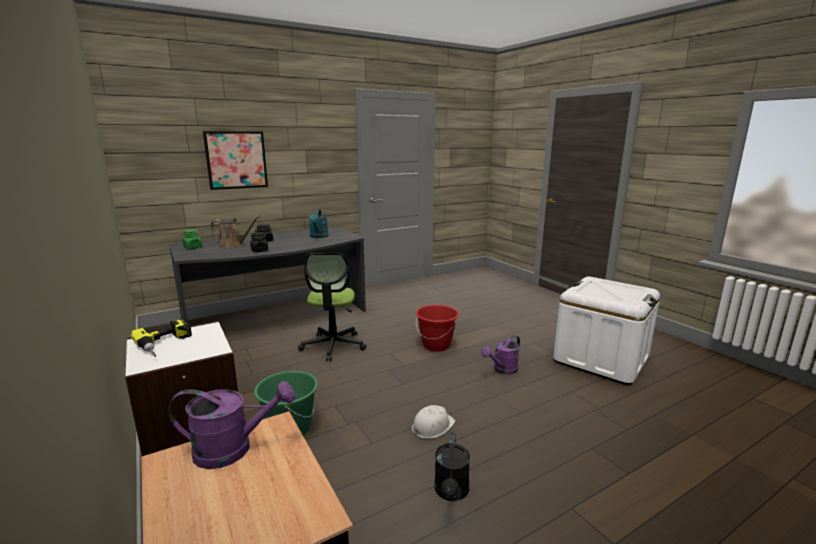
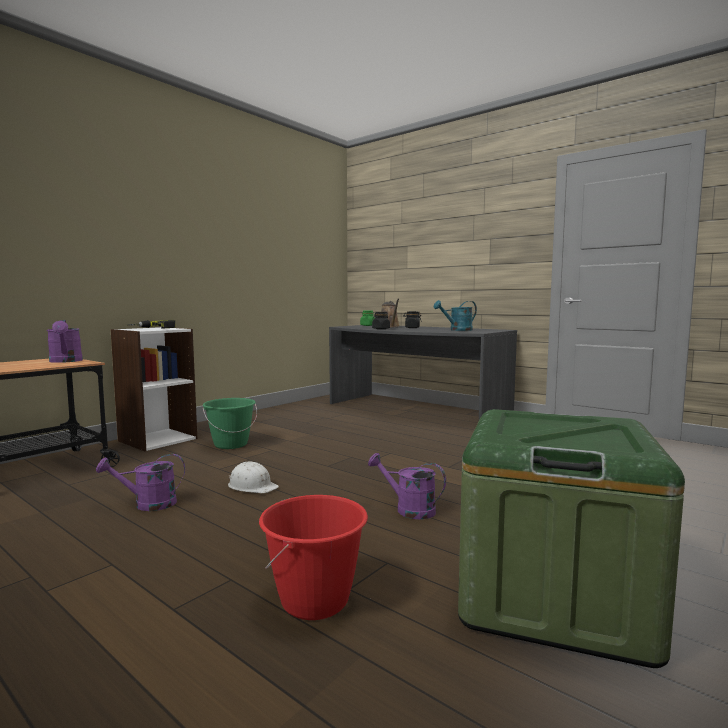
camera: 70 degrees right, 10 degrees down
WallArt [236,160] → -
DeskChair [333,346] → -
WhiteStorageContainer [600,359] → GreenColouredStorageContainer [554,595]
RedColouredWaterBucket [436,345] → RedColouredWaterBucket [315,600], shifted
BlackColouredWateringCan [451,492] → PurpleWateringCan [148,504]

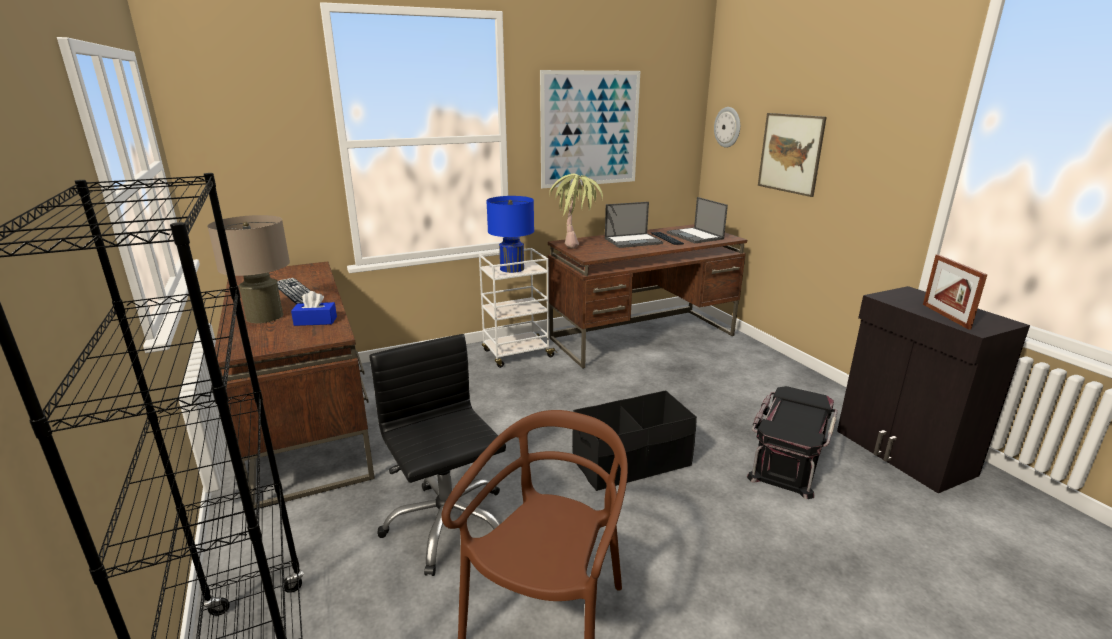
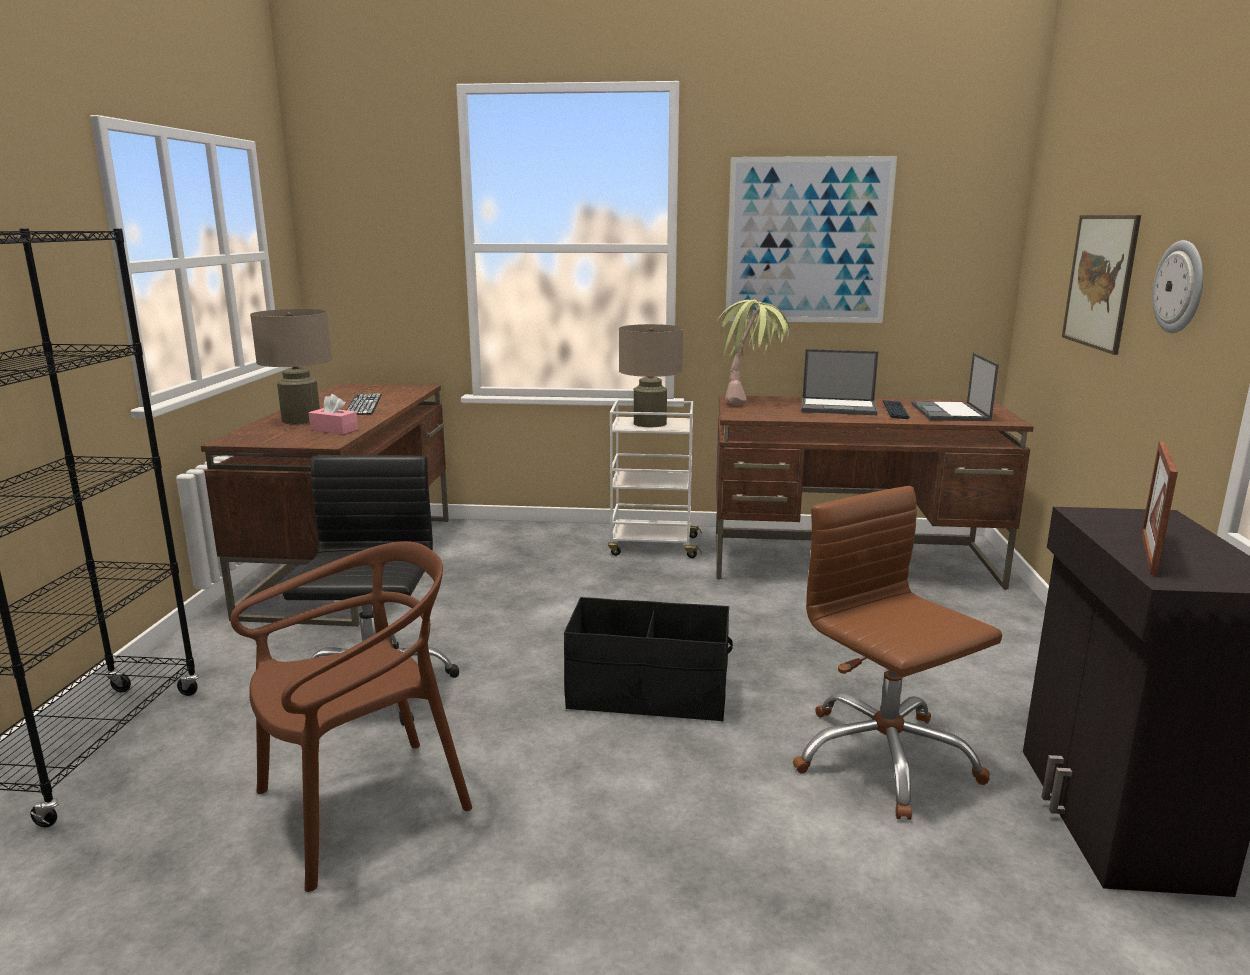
camera: 30 degrees right, 5 degrees down
HangingClock [728,127] → HangingClock [1180,287], shifted
BlueColouredTabletopLamp [512,269] → SandColouredTabletopLamp [650,423]
BlueColouredBoxOfTissues [315,321] → PinkColouredBoxOfTissues [334,430]
BlackColouredStorageContainer [787,458] → BrownDeskChair [883,758]

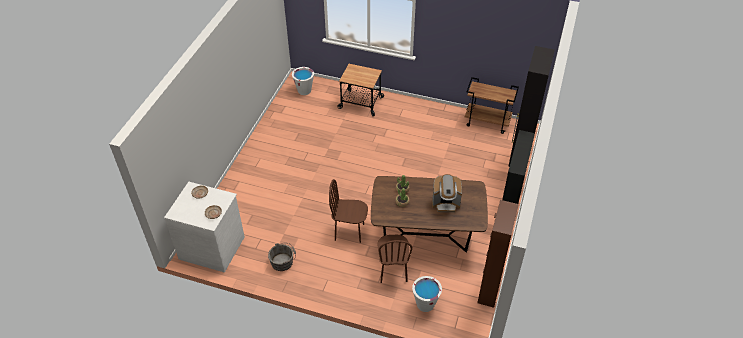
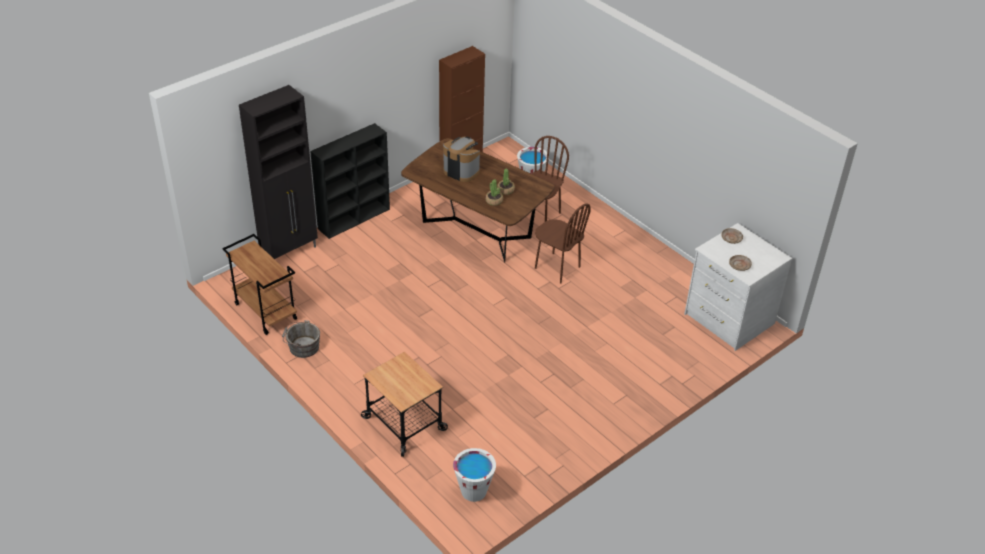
camera: 150 degrees left, 5 degrees down
GreyWaterBucket [283,261] → GreyWaterBucket [302,347], shifted

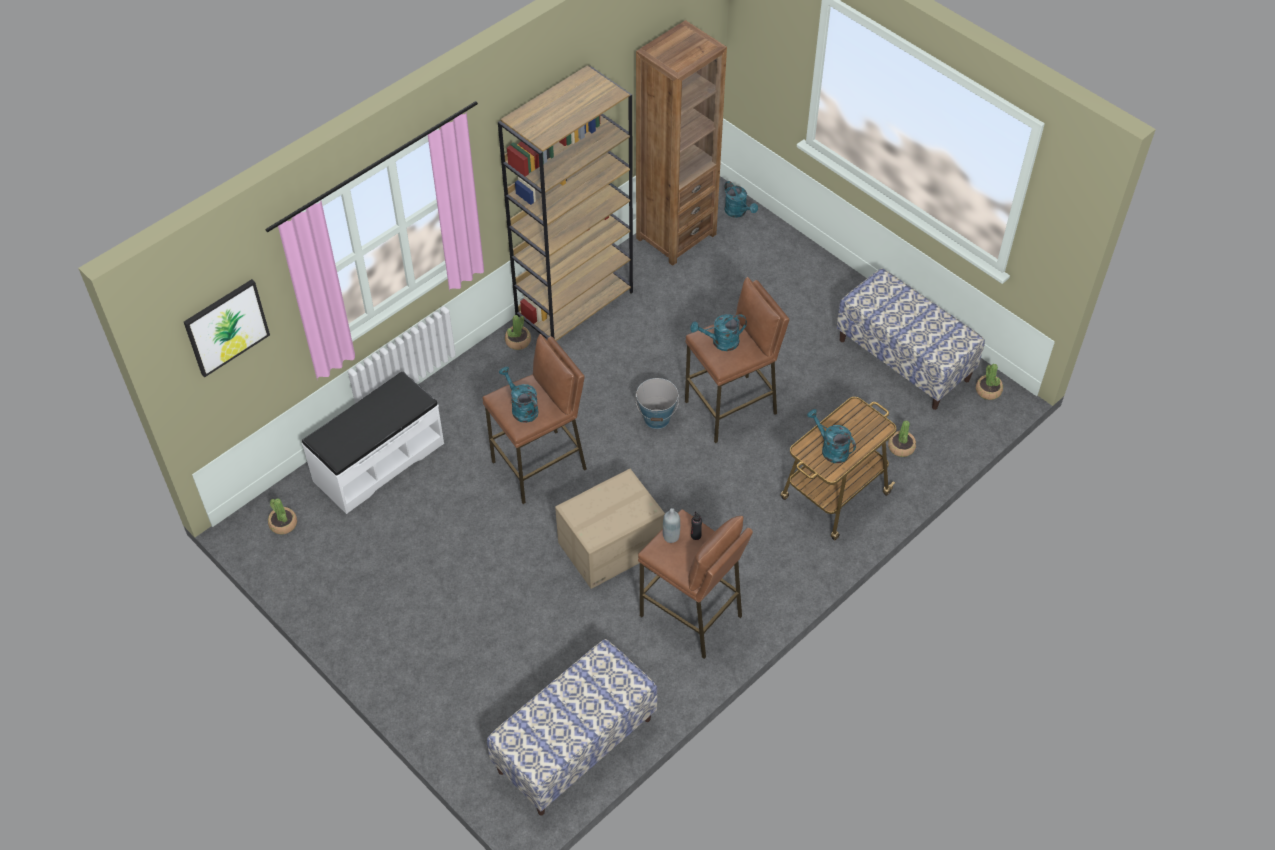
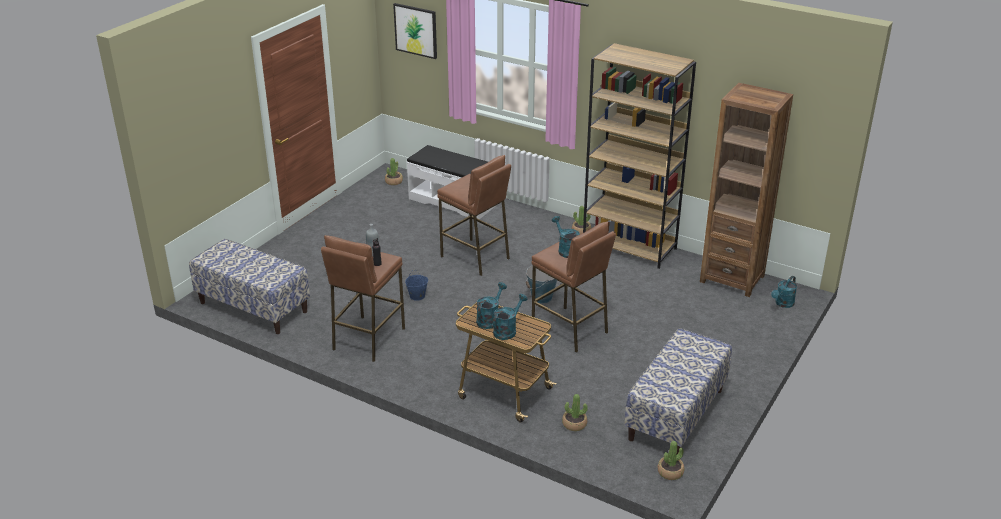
camera: 75 degrees right, 20 degrees down
BlueGreenWateringCan [521,408] → BlueGreenWateringCan [507,330], shifted
CardboardBox [611,547] → BlueColouredWaterBucket [417,296]

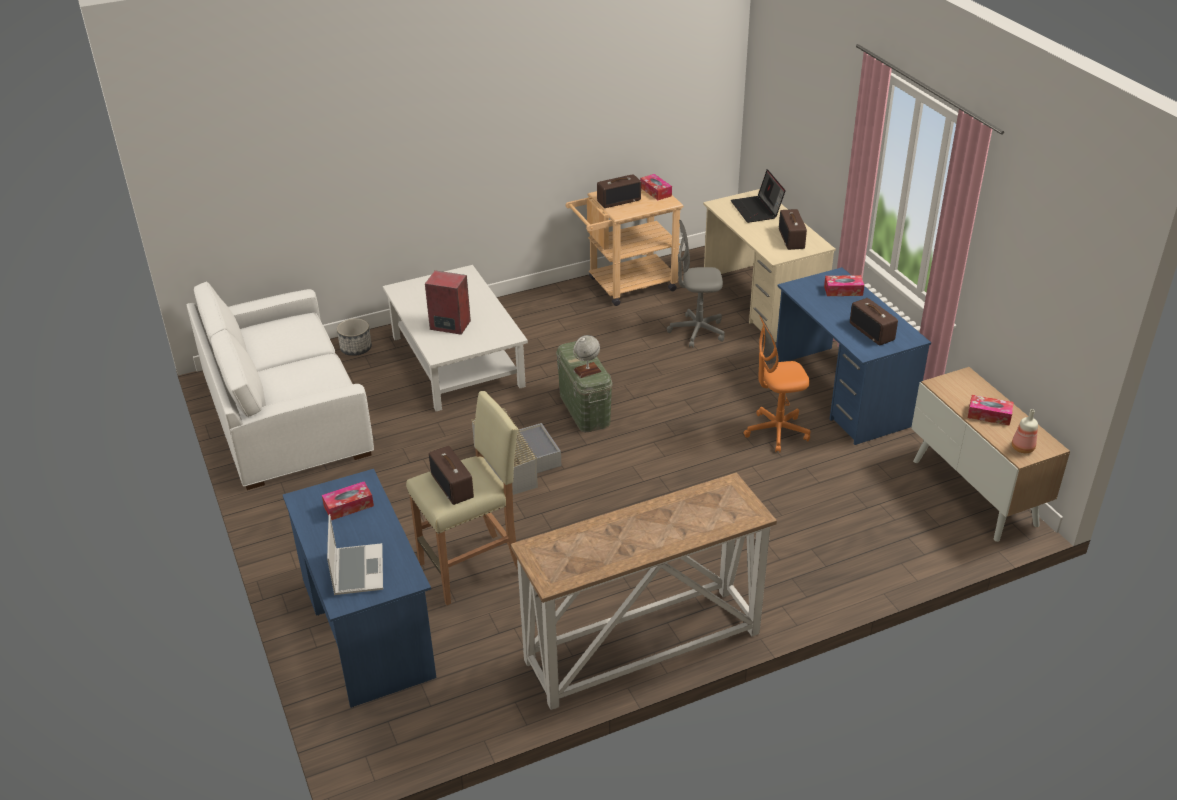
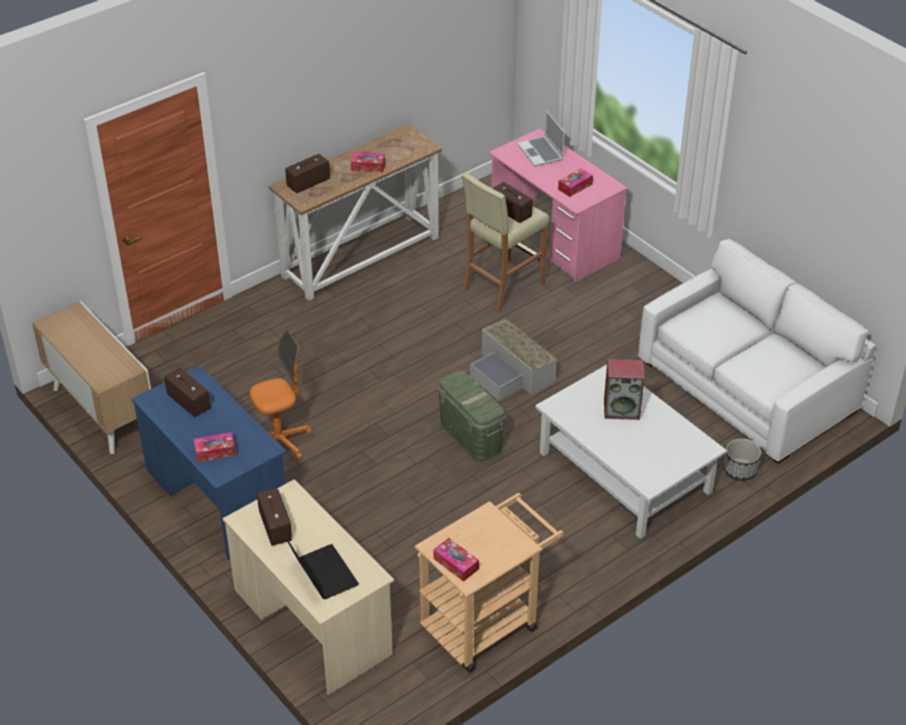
camera: 165 degrees right, 5 degrees up
RadioReceiver [619,200] → RadioReceiver [308,183], shifted
GreyDeskChair [697,331] → -
Globe [587,370] → -
BoxOfTissues [989,415] → BoxOfTissues [368,166], shifted
Bottle [1022,448] → -
BlueColouredDeskUnit [367,627] → PinkColouredDeskUnit [554,239]

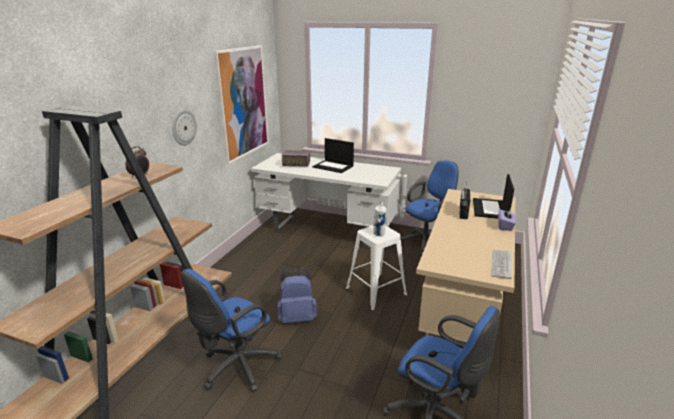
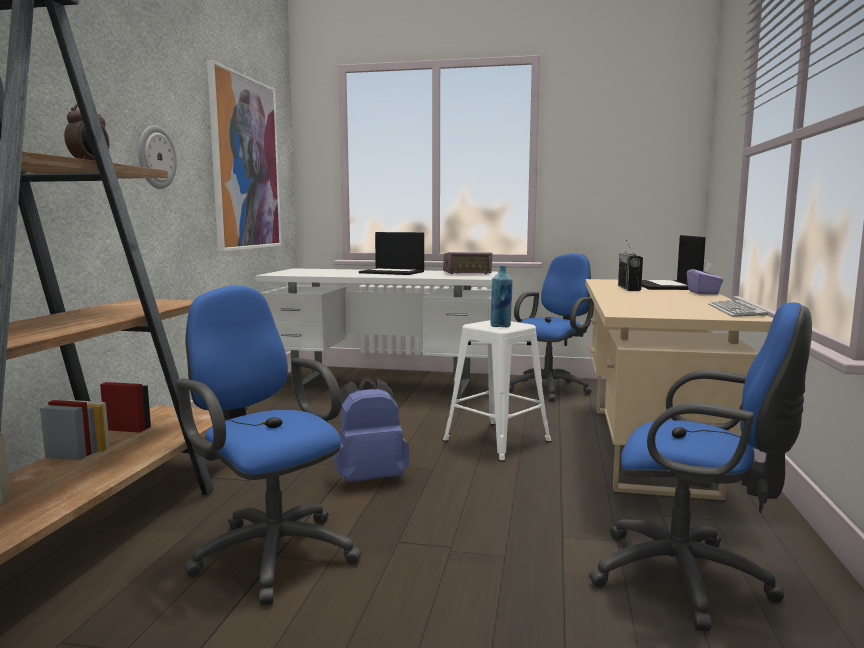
camera: 10 degrees left, 15 degrees down
RadioReceiver [296,164] → RadioReceiver [467,273], shifted
WhiteBottle [379,234] → BlueColouredBottle [501,326]
BlueColouredDeskChair [236,368] → BlueColouredDeskChair [270,551], 105 degrees clockwise

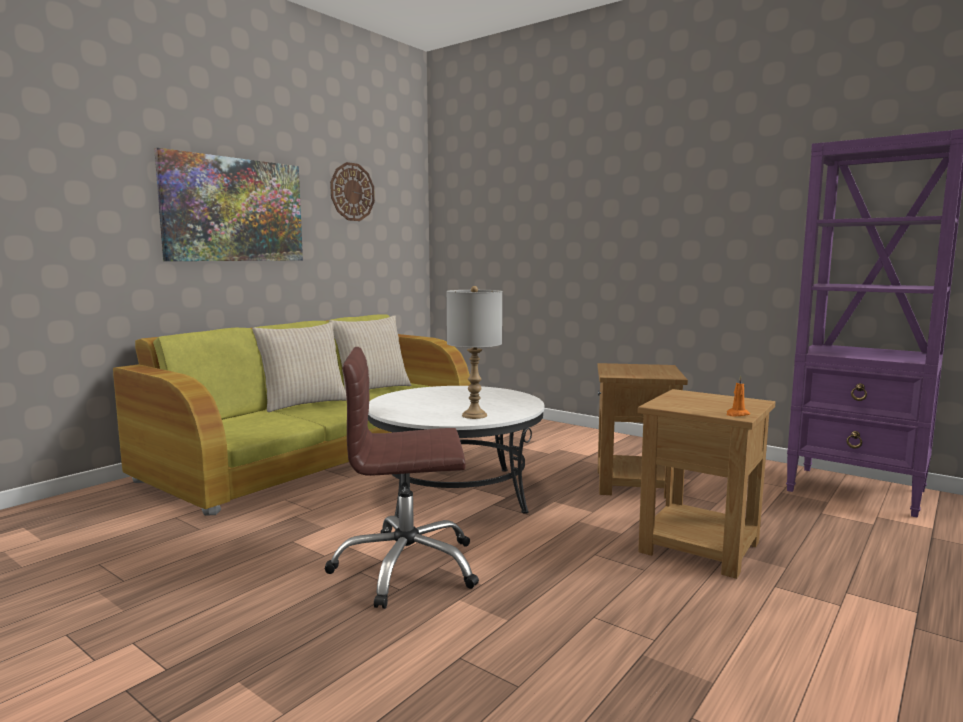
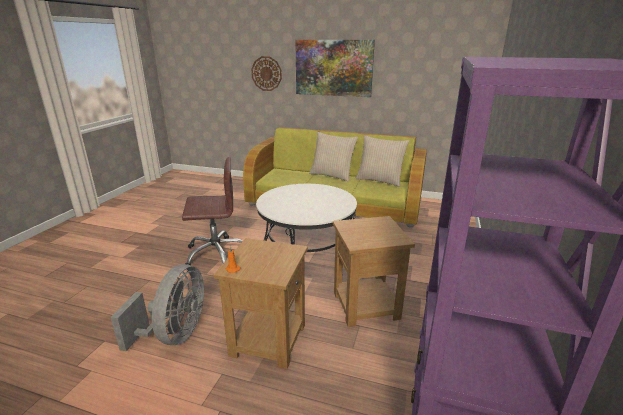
camera: 70 degrees right, 15 degrees up
HangingClock [352,192] → HangingClock [266,73], shifted
GreyTabletopLamp [474,415] → -
BrownDeskChair [406,568] → BrownDeskChair [216,254], 105 degrees clockwise
- → GreyCoolingFan [175,334]

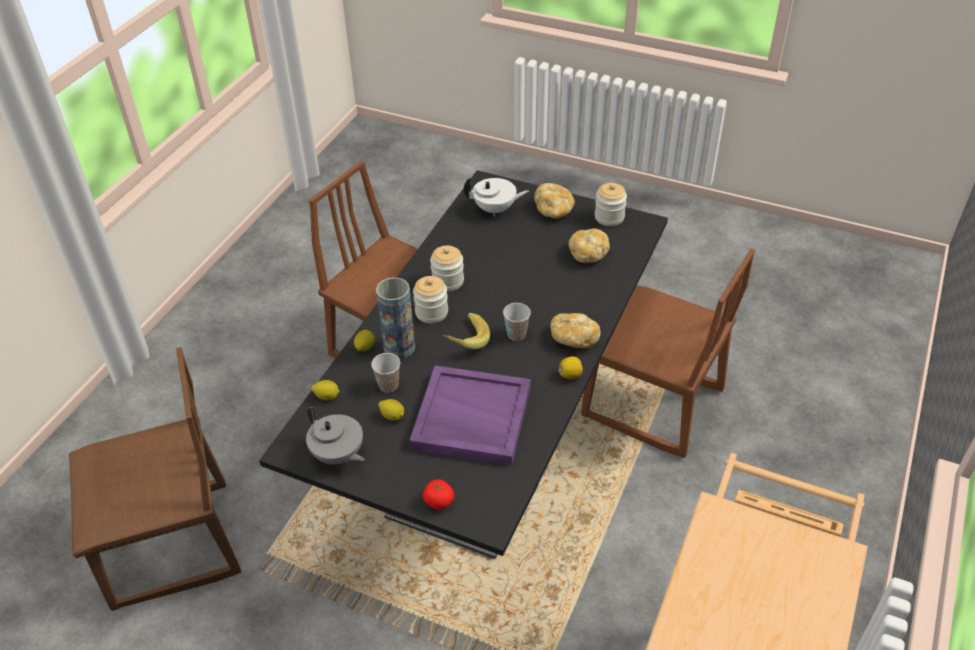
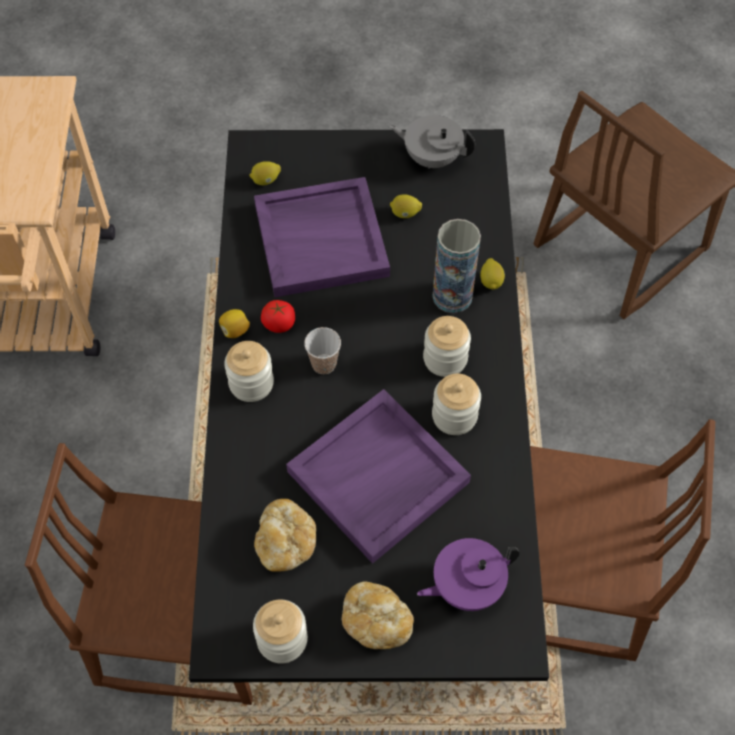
camera: 155 degrees right, 15 degrees up
WhiteTeapot [495,209] → PurpleTeapot [466,586]
WholeBanana [465,340] → -
BakeryBread [573,339] → Jar [251,383]
SmallCup [388,385] → -
WholeLemon [327,396] → WholeLemon [266,180], shifted
FreshTomato [439,502] → FreshTomato [279,324], shifted
- → PurpleTray [378,479]

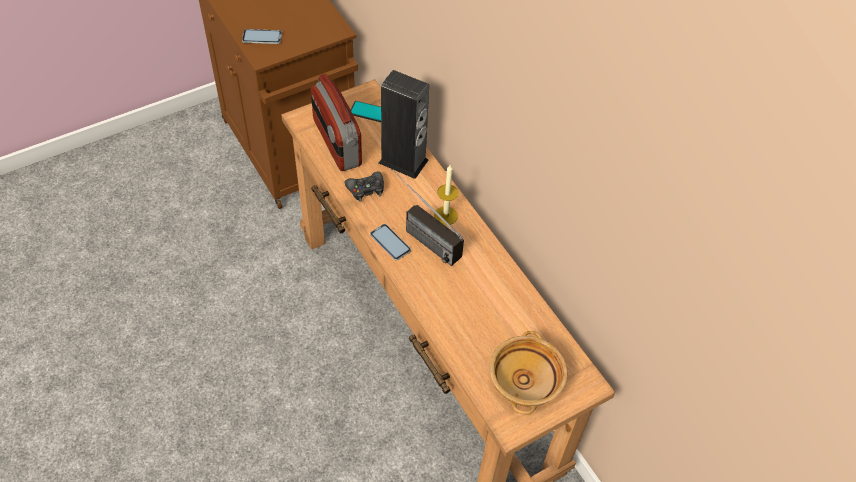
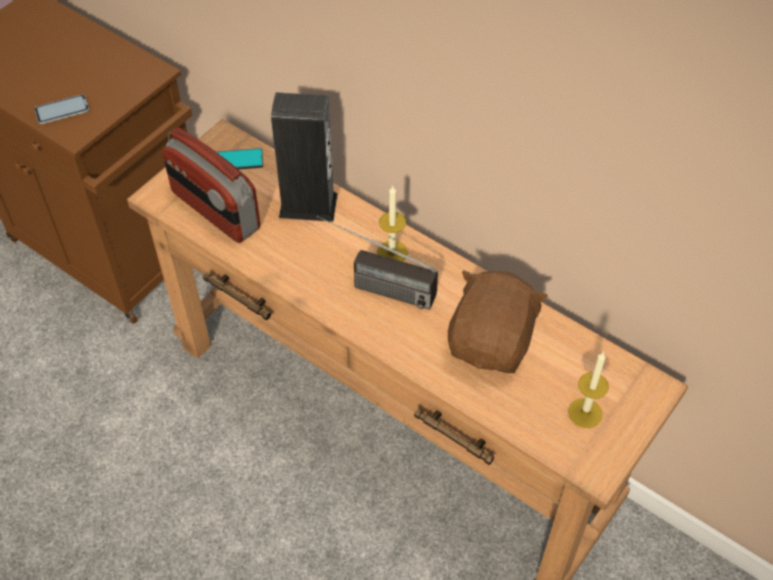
camera: 20 degrees left, 0 degrees up
BlackColouredGamepad [366,189] → -
Handset [390,243] → -
SandColouredServingBowl [525,382] → WaxLight [585,413]
- → BrownCuddlyToy [492,342]

